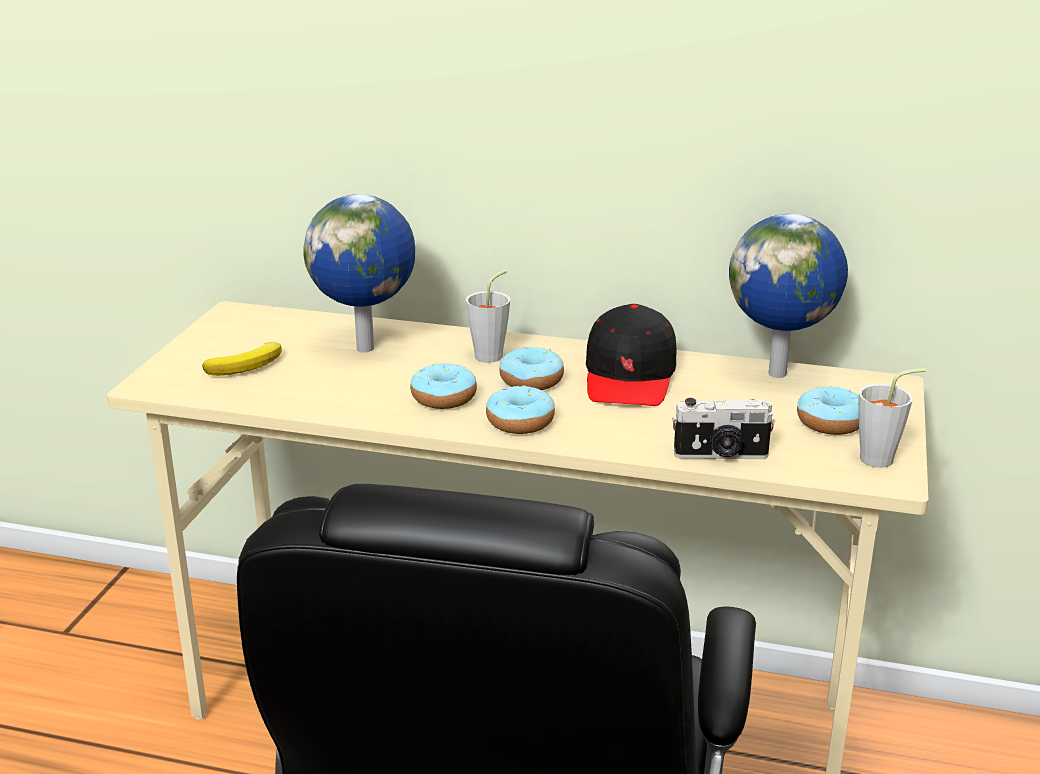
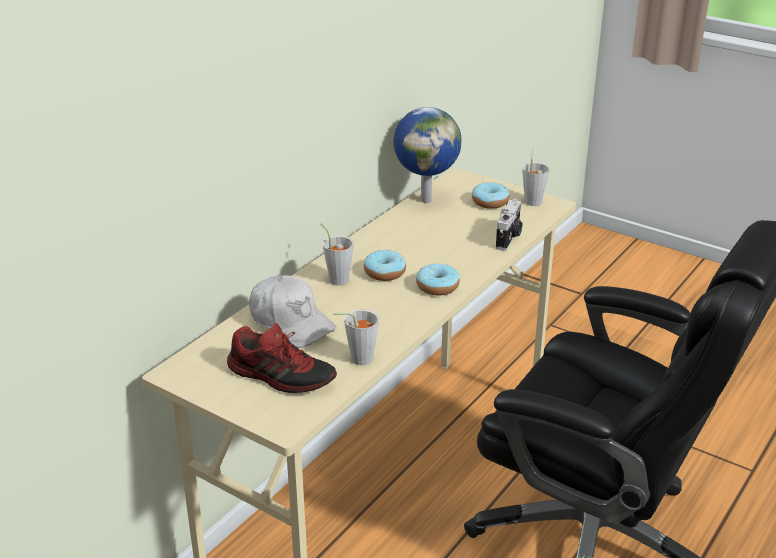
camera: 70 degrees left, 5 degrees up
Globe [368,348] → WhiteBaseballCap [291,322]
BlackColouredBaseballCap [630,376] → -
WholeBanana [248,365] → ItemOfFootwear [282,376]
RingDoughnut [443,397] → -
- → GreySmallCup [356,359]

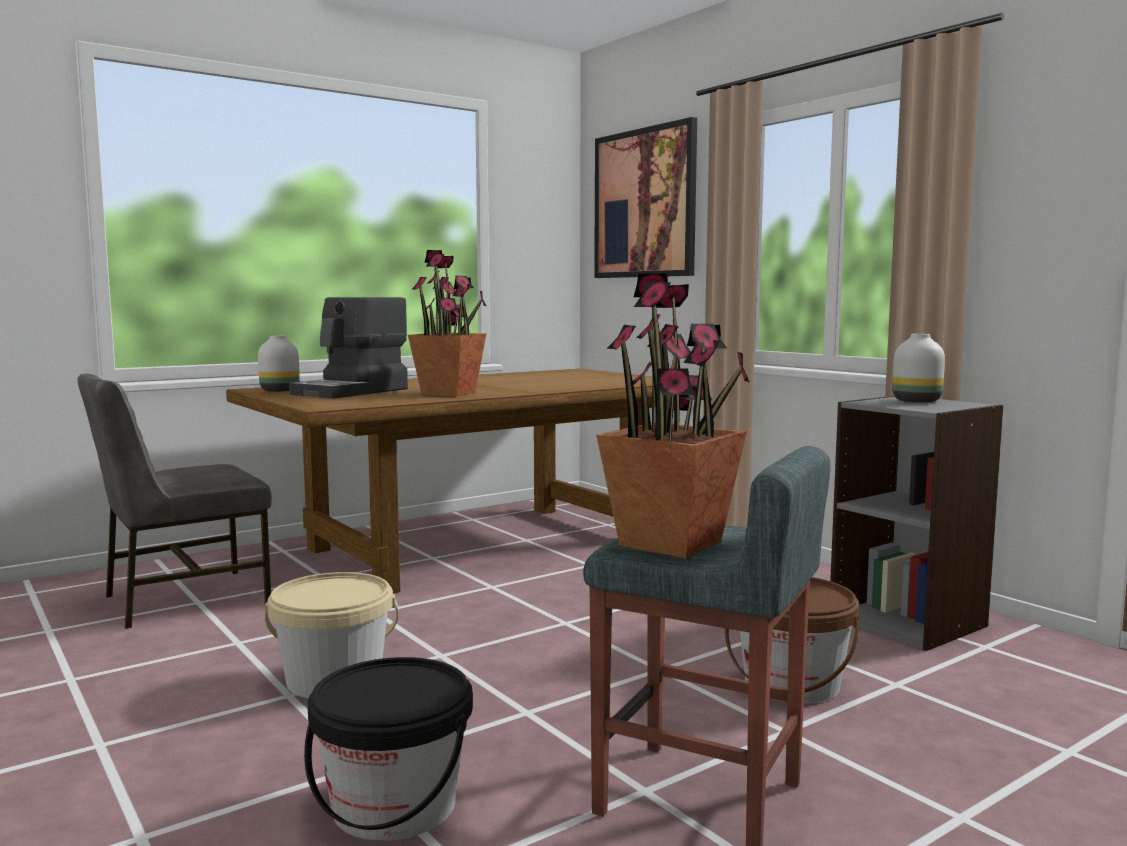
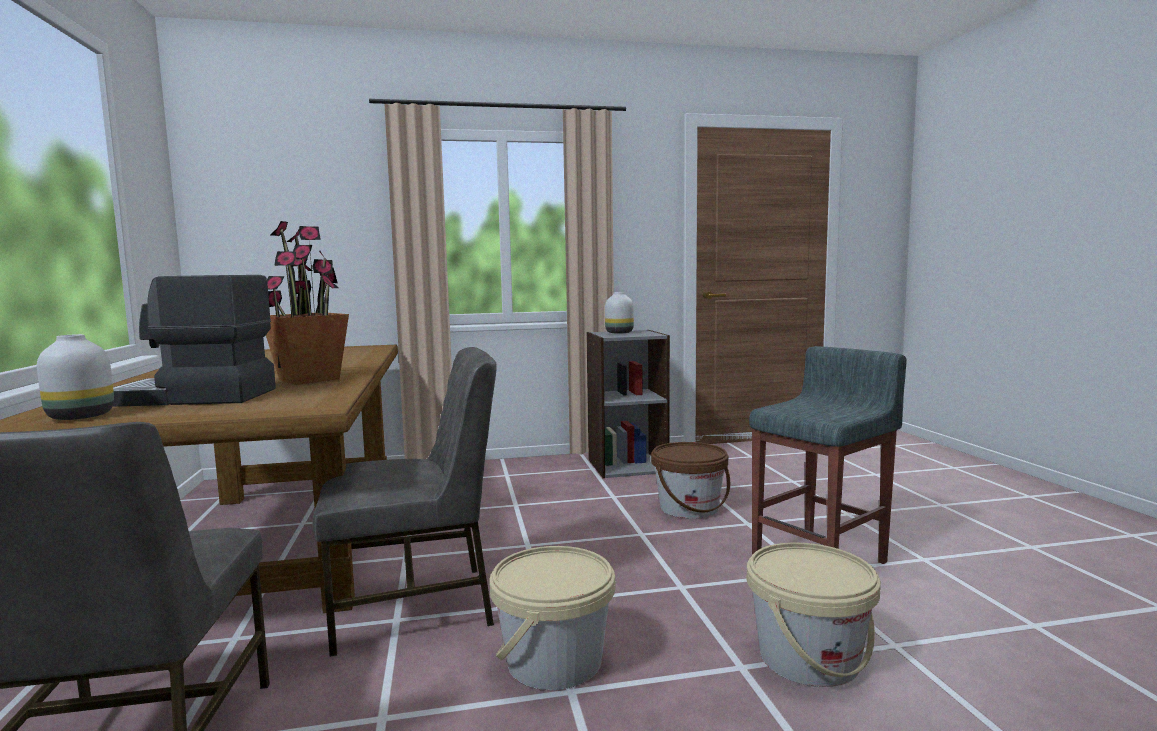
camera: 65 degrees left, 0 degrees up
WallArt [644,203] → -
PottedPlant [672,543] → -
CoffeeBrewer [352,391] → CoffeeBrewer [193,397], 120 degrees clockwise
BlackColouredWaterBucket [394,806] → SandColouredWaterBucket [809,658]
- → GreyChair [416,606]

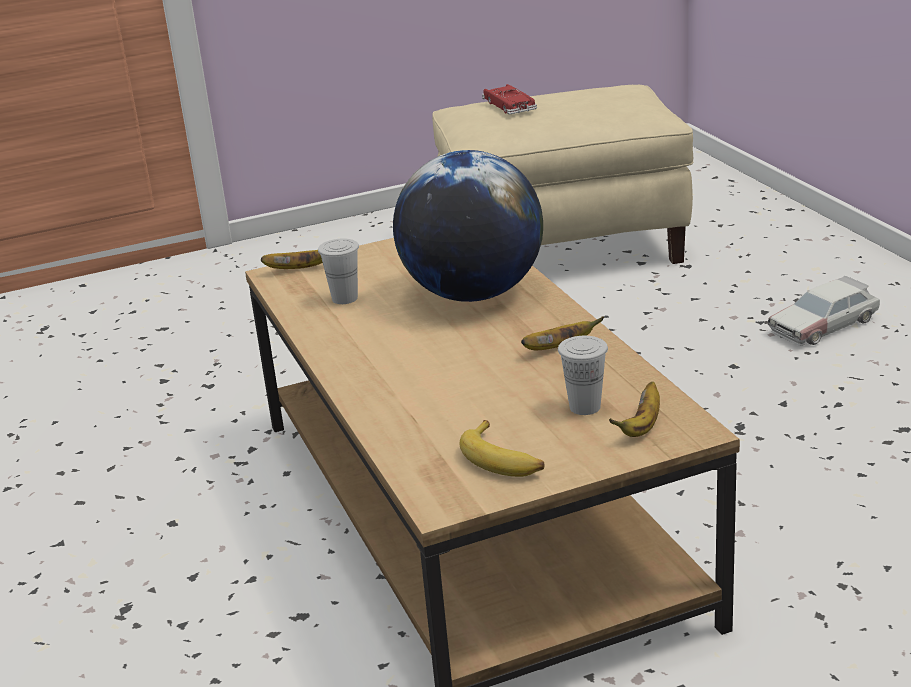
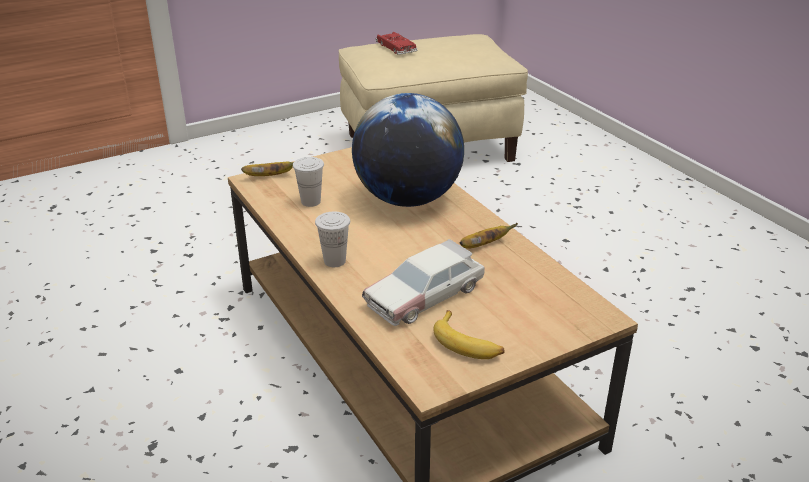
camera: 10 degrees left, 5 degrees up
ModelCar [824,325] → ModelCar [425,295], shifted
WhiteSmallCup [585,407] → WhiteSmallCup [334,261], shifted
WholeBanana [642,426] → -

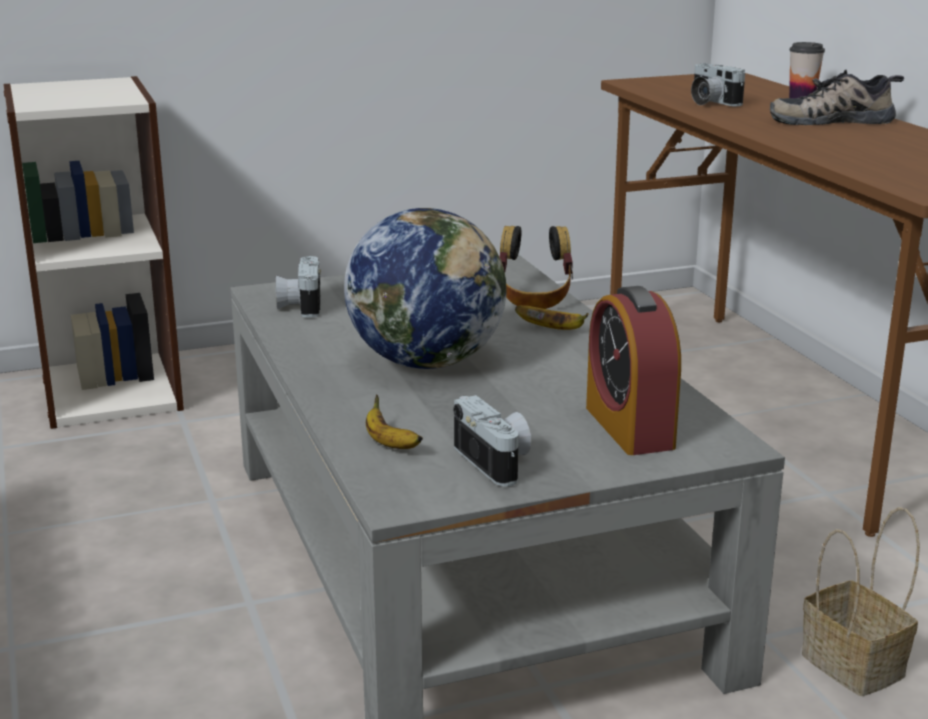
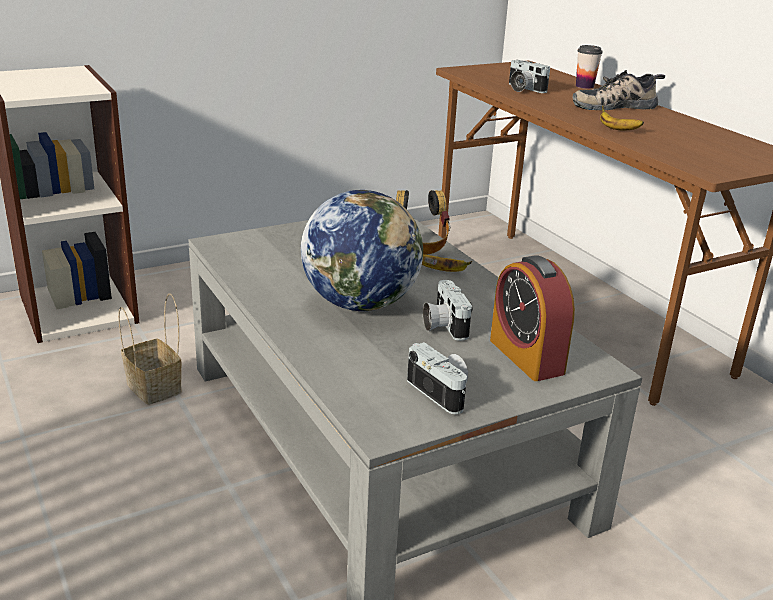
camera: 10 degrees left, 5 degrees up
StillCamera [300,305] → StillCamera [442,325], shifted
WholeBanana [389,443] → WholeBanana [617,129], shifted
Basket [856,666] → Basket [156,388], shifted

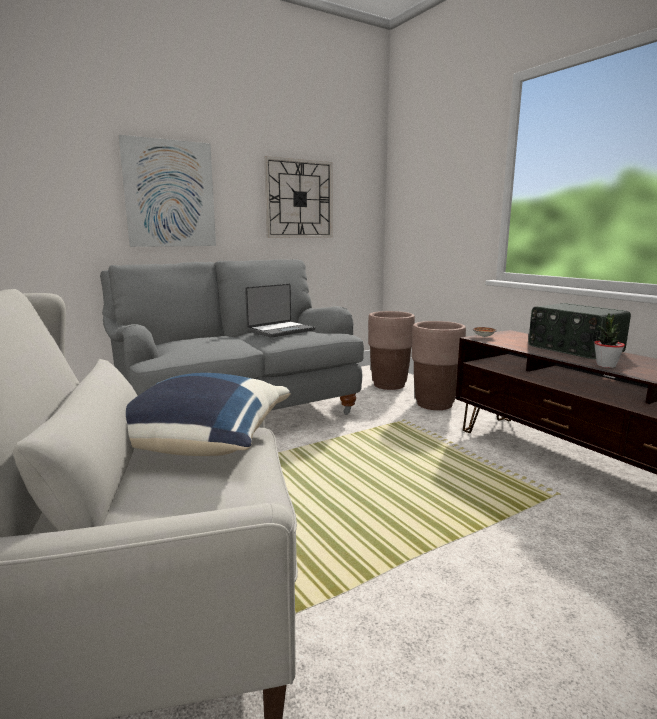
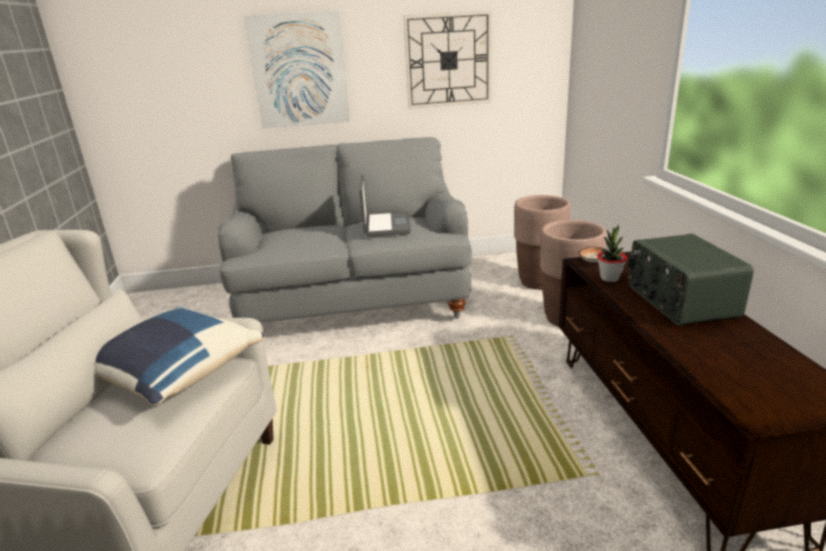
camera: 25 degrees right, 10 degrees up
NotebookComputer [280,330] → NotebookComputer [385,225], 75 degrees counterclockwise
PottedPlant [606,365] → PottedPlant [609,278], shifted

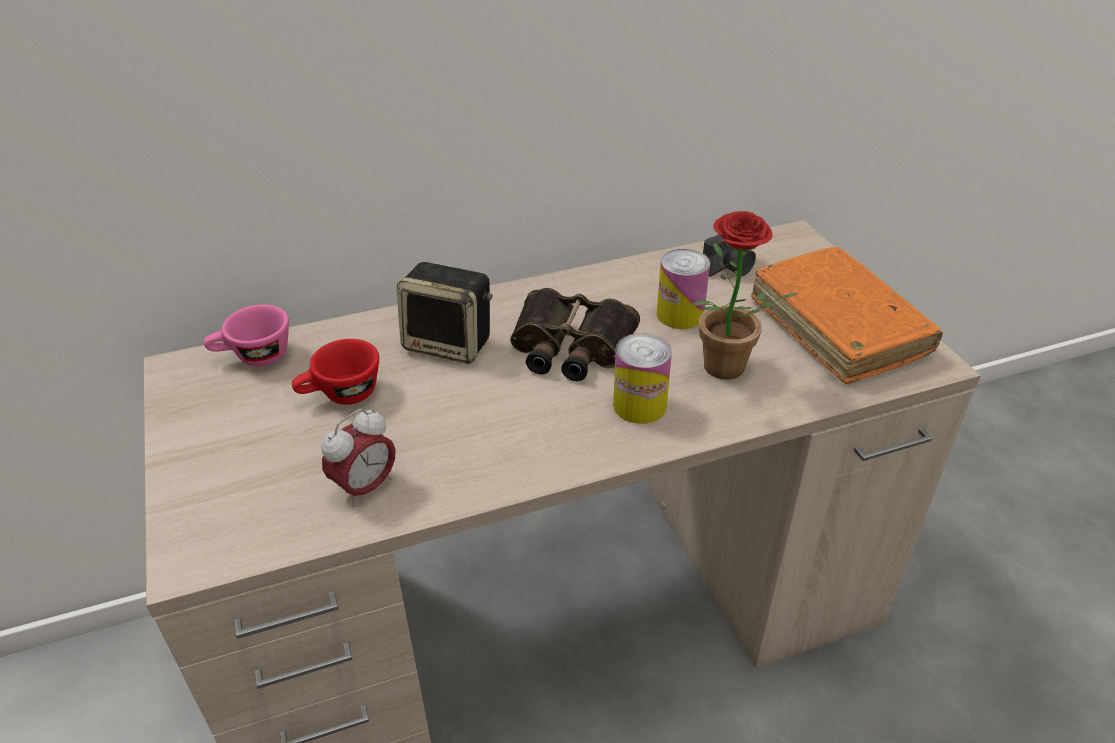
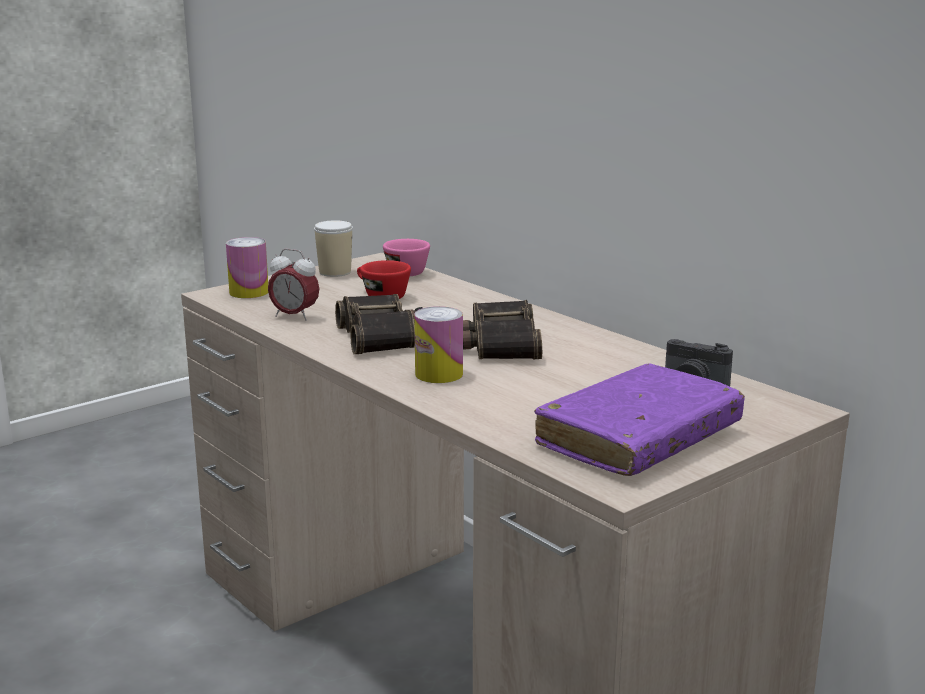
camera: 70 degrees right, 20 degrees down
PottedPlant [723,372] → -
OrangeColouredVolume [838,327] → PurpleVolume [638,438]
SealedCan [680,315] → SealedCan [249,292], shifted
AudioSpeaker [450,343] → -
- → SmallCup [335,272]
- → FieldGlasses [384,337]

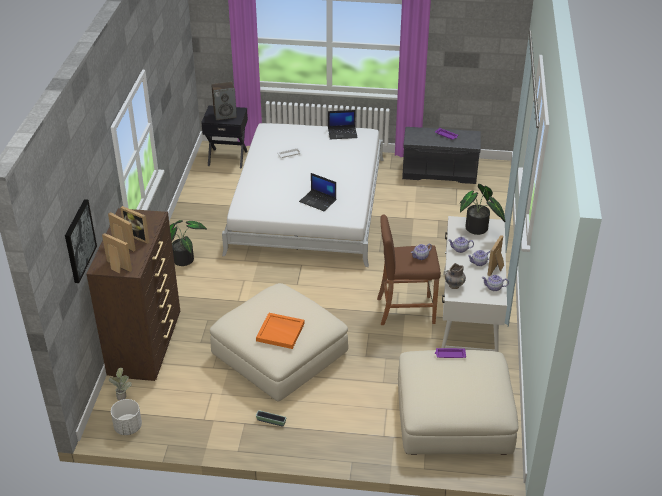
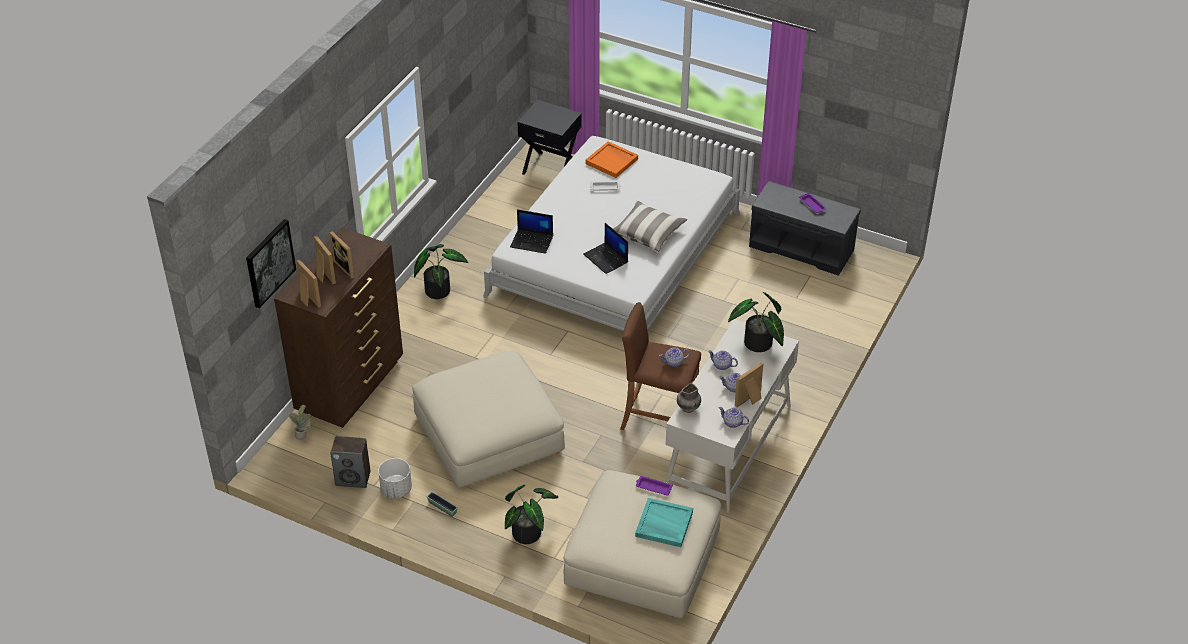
camera: 20 degrees right, 5 degrees up
AudioSpeaker [225,115] → AudioSpeaker [353,478], shifted
NotebookComputer [343,133] → NotebookComputer [532,241], shifted
OrangeColouredTray [281,332] → OrangeColouredTray [612,161], shifted
WhiteFlowerPot [128,427] → WhiteFlowerPot [396,489], shifted
- → Cushion [647,234]
- → PottedPlant [530,533]
- → BlueGreenTray [663,524]

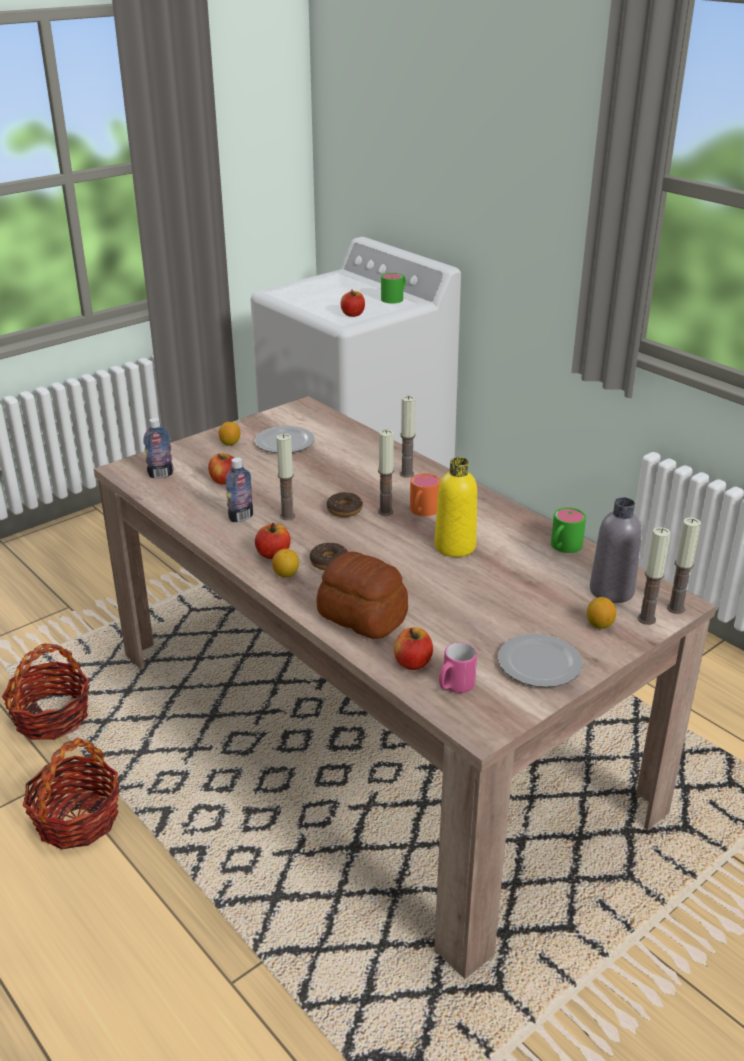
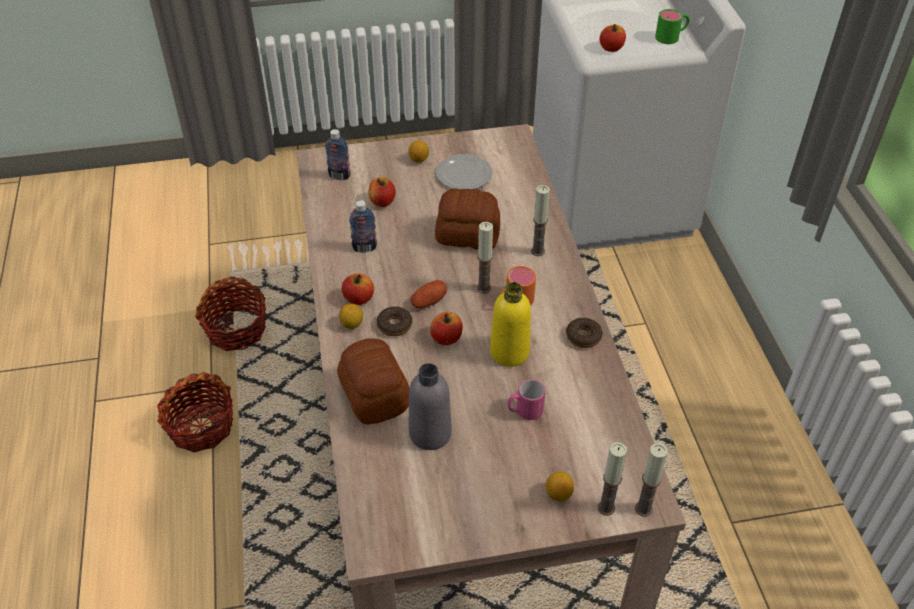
camera: 30 degrees right, 15 degrees up
WaxLight [287,516] → -
RingDoughnut [344,510] → RingDoughnut [583,336], shifted
GreyBottle [611,591] → GreyBottle [430,433], shifted
GreenColouredMug [563,548] → -
WholeApple [413,663] → WholeApple [446,338], shifted
FlatDish [538,664] → -
PinkColouredMug [454,687] → PinkColouredMug [524,411], shifted
- → BakeryBread [467,234]
- → Potato [429,301]

